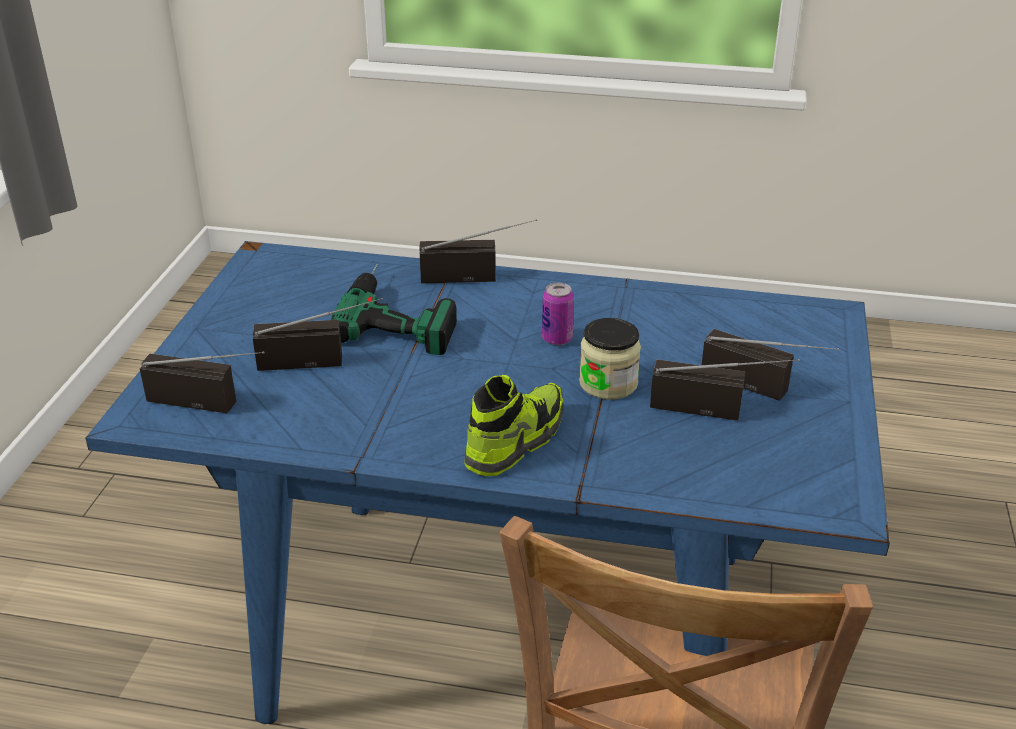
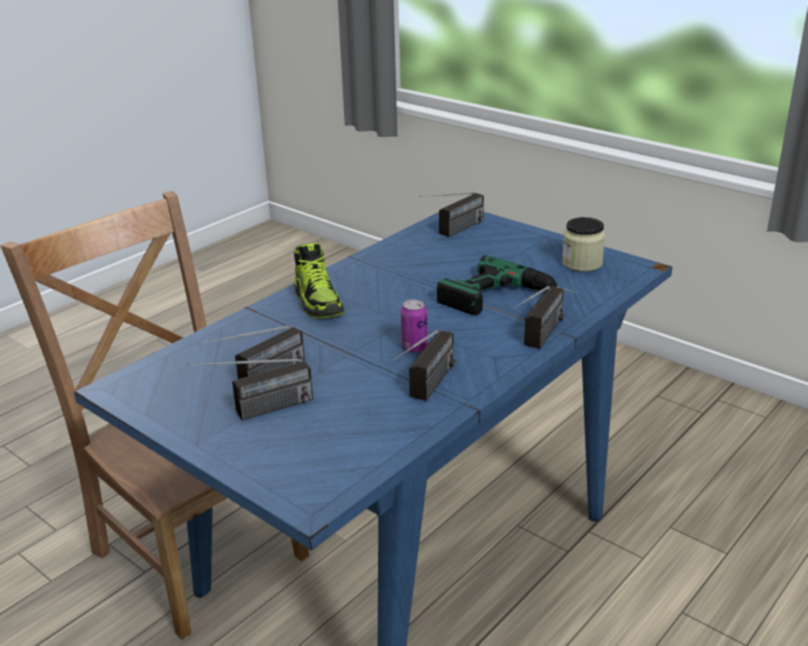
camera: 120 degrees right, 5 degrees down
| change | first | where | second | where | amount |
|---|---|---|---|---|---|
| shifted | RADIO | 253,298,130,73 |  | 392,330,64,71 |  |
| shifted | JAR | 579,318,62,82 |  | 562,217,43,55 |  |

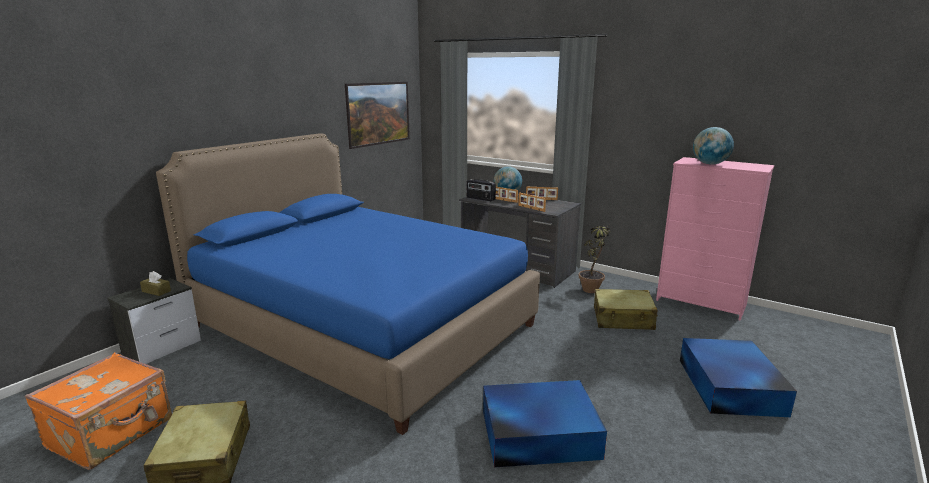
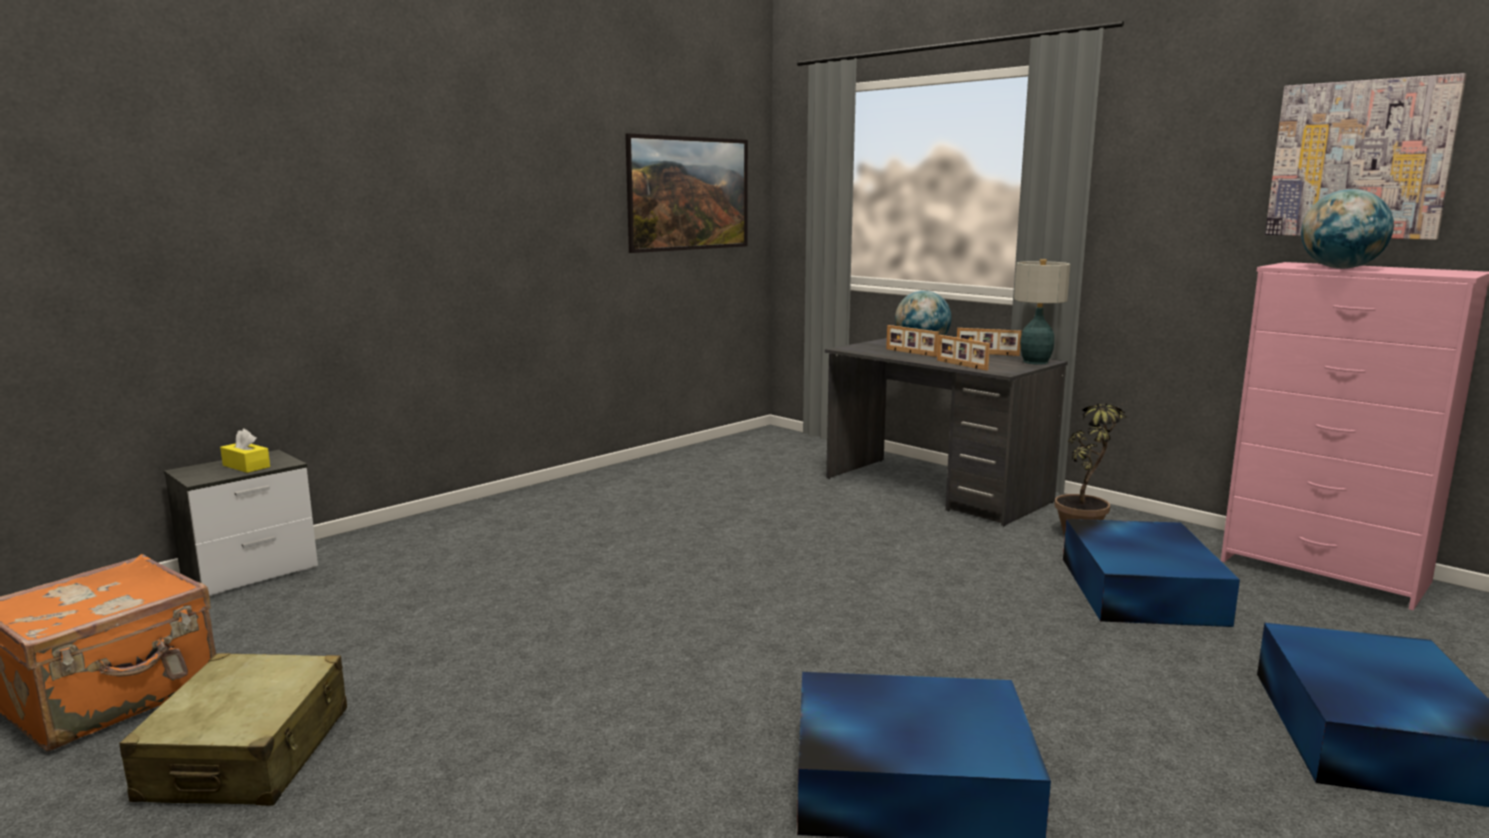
camera: 10 degrees right, 5 degrees down
| change | first | where | second | where | amount |
|---|---|---|---|---|---|
| repainted | BROWN TISSUE BOX | 140,271,31,25 | YELLOW TISSUE BOX | 220,428,50,45 |  |
| new |  |  | TABLE LAMP | 1014,259,56,106 |  |
| swapped | BEIGE SUITCASE | 594,289,64,41 | BLUE STORAGE BOX | 1063,519,177,108 |  |
| new |  |  | PICTURE | 1265,73,201,167 |  |
| gone | BLUE BED | 156,133,384,302 |  |  |  |
| gone | RADIO | 466,179,30,22 |  |  |  |

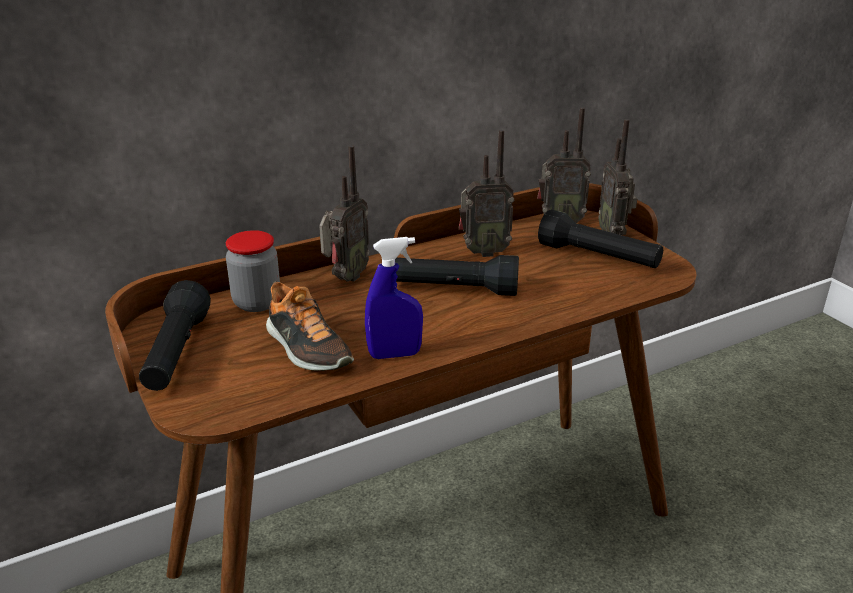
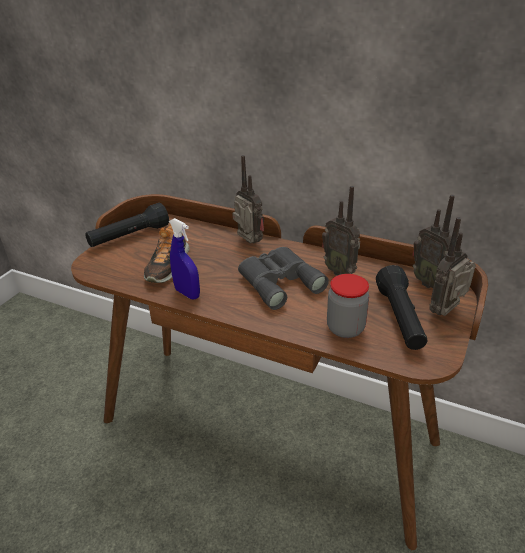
camera: 55 degrees right, 5 degrees up
| change | first | where | second | where | amount |
|---|---|---|---|---|---|
| rotated | RADIO | 319,145,51,137 |  | 232,155,32,89 | 120 degrees counterclockwise |
| swapped | BLACK FLASHLIGHT | 395,255,124,41 | GREY BINOCULARS | 238,247,91,63 |  |
| shifted | JAR | 226,230,54,82 |  | 327,274,42,64 |  |

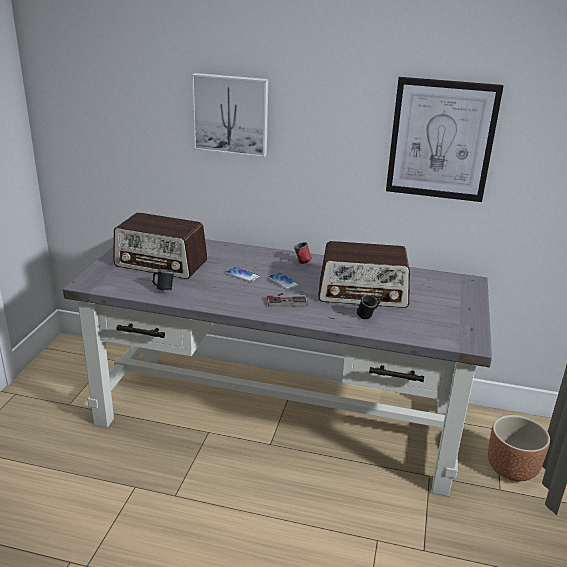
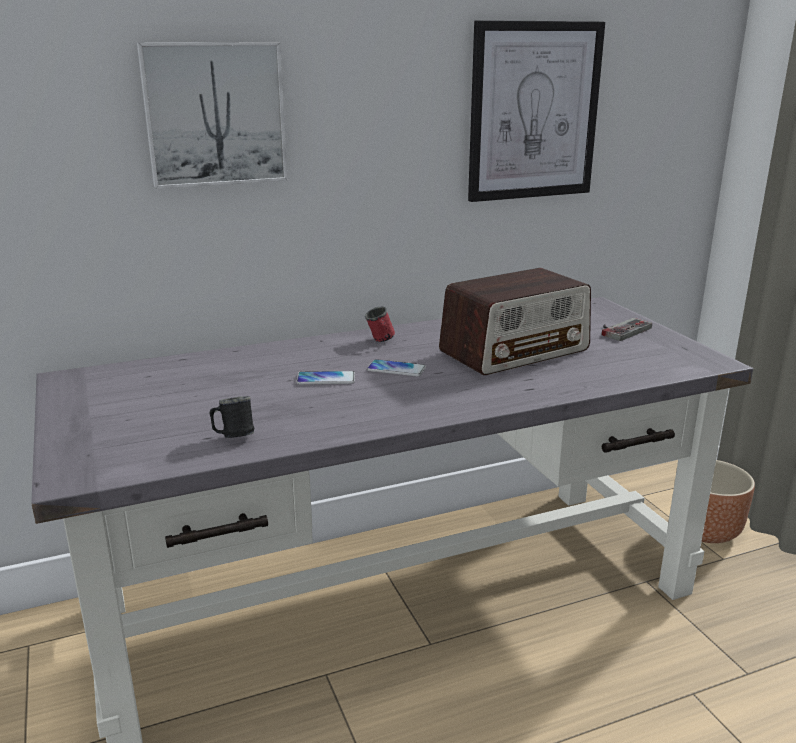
camera: 35 degrees left, 5 degrees down
| change | first | where | second | where | amount |
|---|---|---|---|---|---|
| shifted | GAME CONTROLLER | 267,293,41,14 |  | 602,318,50,23 |  |
| gone | RADIO | 114,212,93,67 |  |  |  |
| gone | BLACK MUG | 357,294,23,25 |  |  |  |

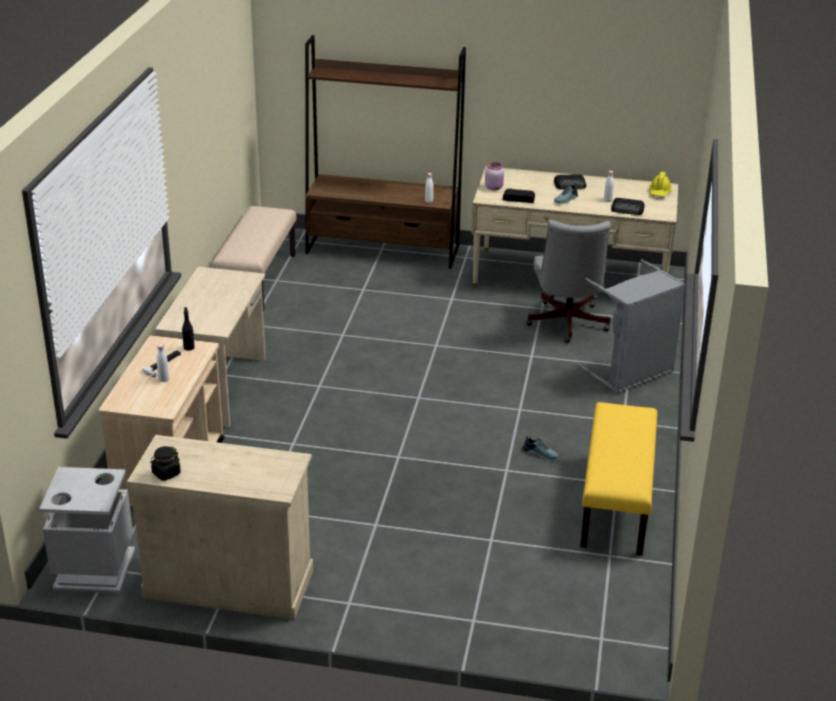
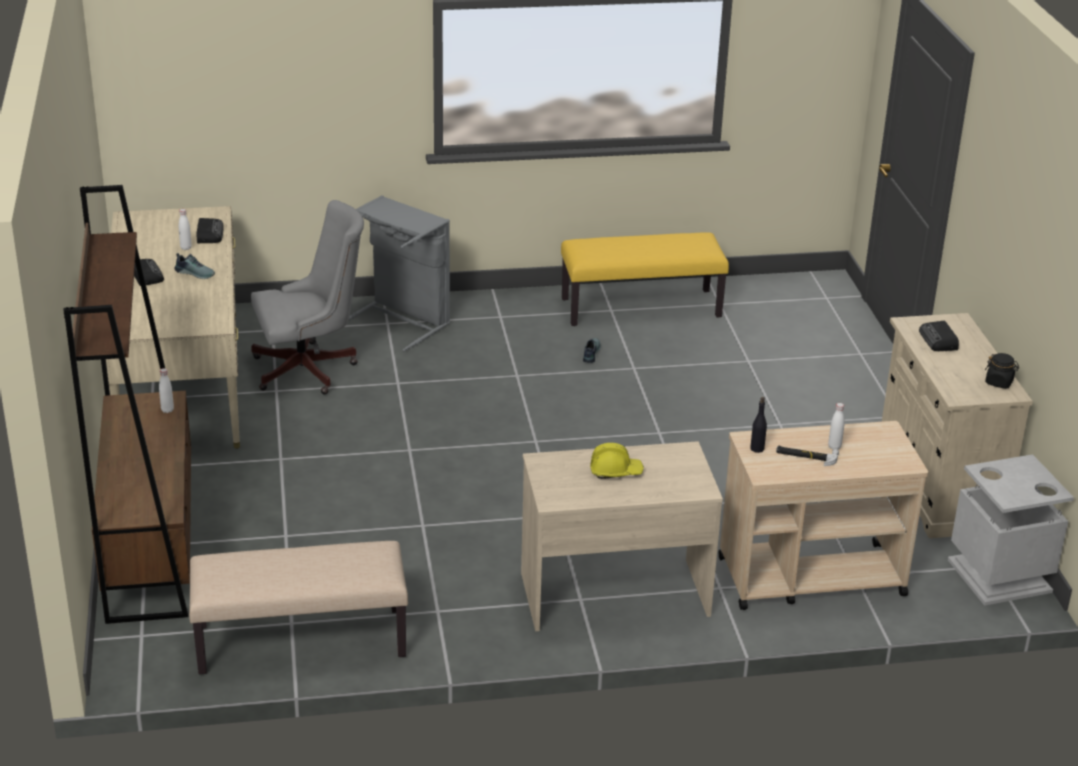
camera: 110 degrees left, 0 degrees up
| change | first | where | second | where | amount |
|---|---|---|---|---|---|
| shifted | YELLOW HARD HAT | 649,172,23,25 |  | 590,443,54,36 |  |
| shifted | RADIO | 503,189,32,14 |  | 919,321,40,30 |  |
| gone | PINK JAR | 485,162,19,28 |  |  |  |

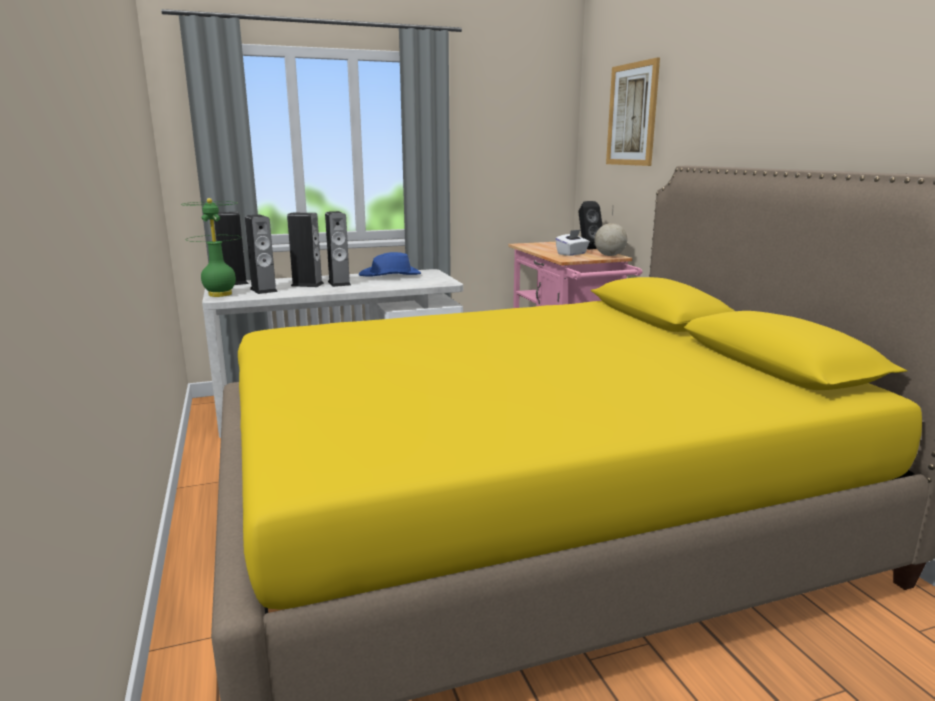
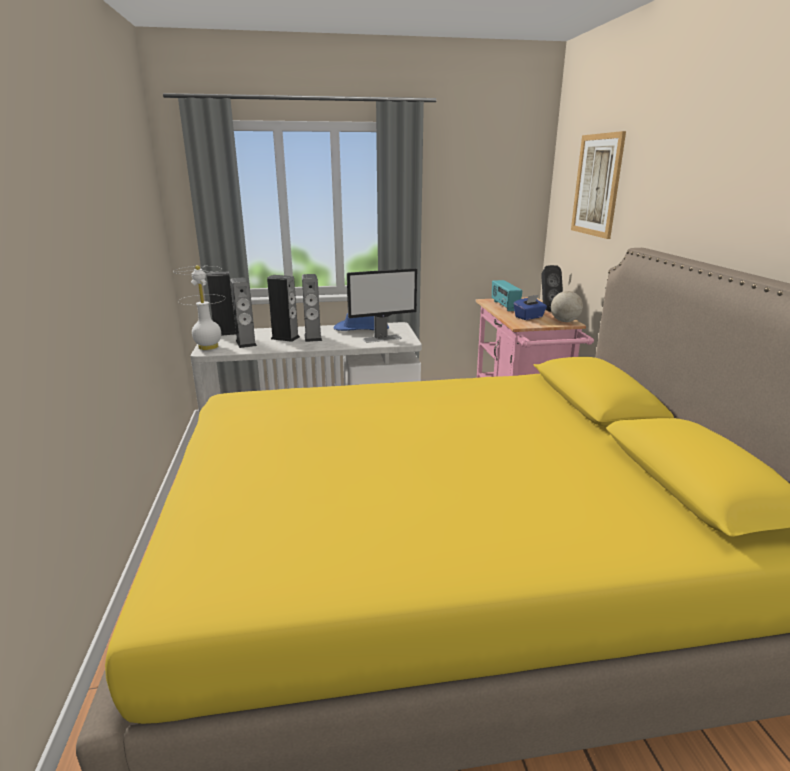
camera: 10 degrees right, 5 degrees up
| change | first | where | second | where | amount |
|---|---|---|---|---|---|
| repainted | GREEN TABLE LAMP | 181,198,60,99 | WHITE TABLE LAMP | 173,265,53,85 |  |
| new |  |  | MONITOR | 347,268,70,75 |  |
| new |  |  | RADIO | 492,280,30,31 |  |
| repainted | WHITE TISSUE BOX | 555,229,35,27 | BLUE TISSUE BOX | 513,295,34,25 |  |

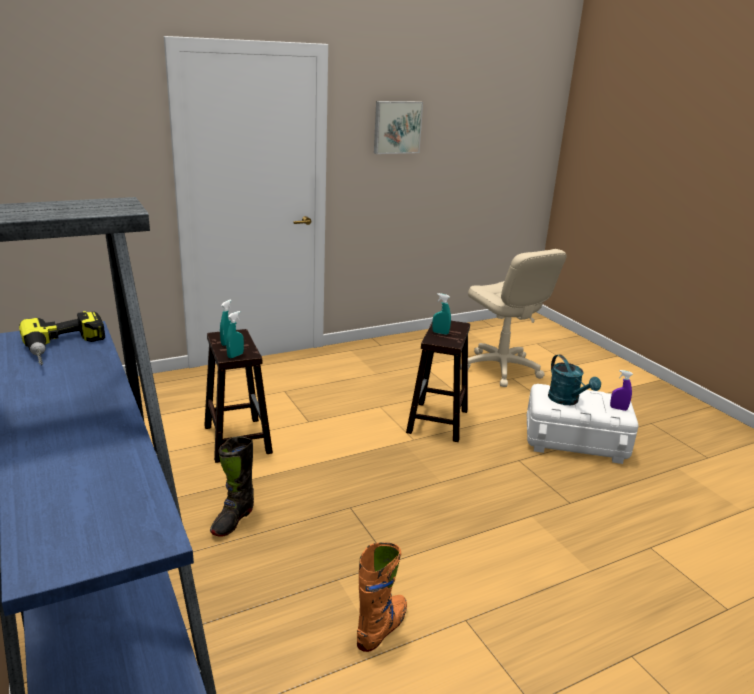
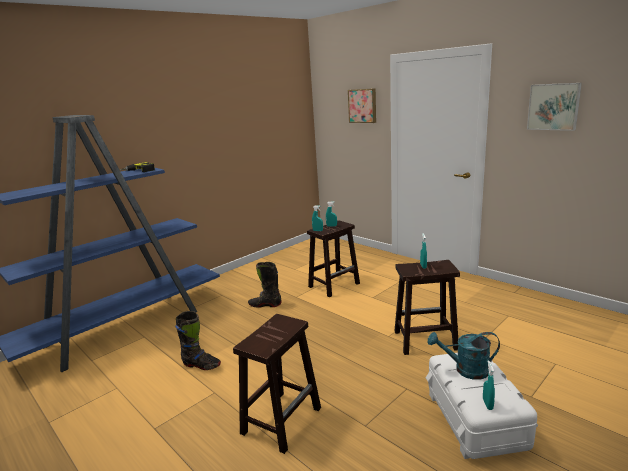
camera: 75 degrees right, 5 degrees down
| change | first | where | second | where | amount |
|---|---|---|---|---|---|
| repainted | ORANGE BOOT | 357,542,50,110 | BLACK BOOT | 175,311,46,59 |  |
| new |  |  | BROWN STOOL | 233,314,88,140 |  |
| new |  |  | PICTURE | 348,88,28,35 |  |
| rotated | TURQUOISE WATERING CAN | 548,354,53,51 |  | 428,332,72,48 | 45 degrees clockwise |
| repainted | PURPLE SPRAY BOTTLE | 610,370,23,41 | TURQUOISE SPRAY BOTTLE | 483,360,12,50 |  |
| gone | BEIGE OFFICE CHAIR | 461,249,106,138 |  |  |  |

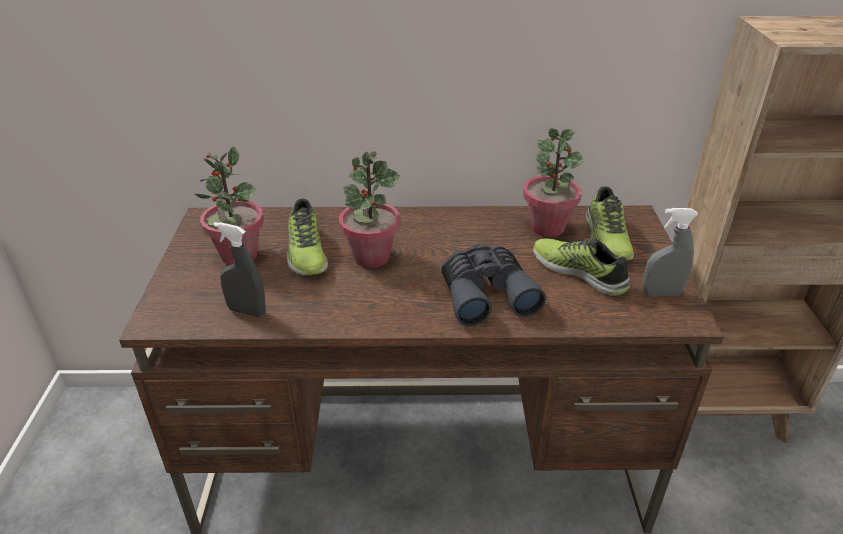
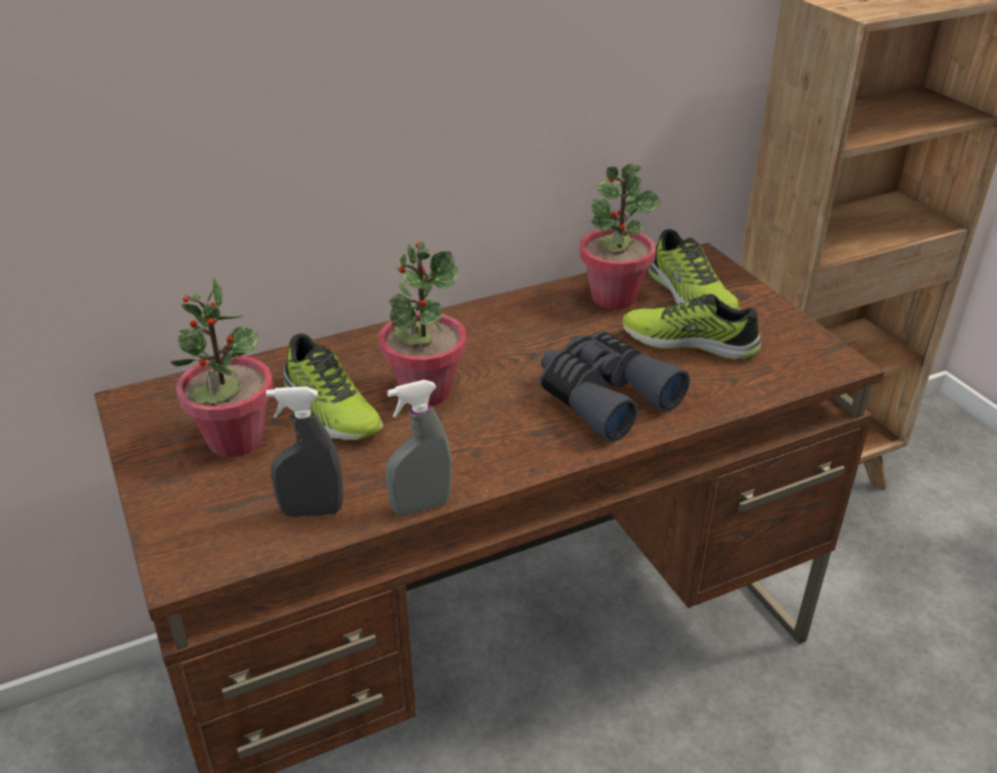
camera: 25 degrees left, 0 degrees up
| change | first | where | second | where | amount |
|---|---|---|---|---|---|
| shifted | GREY SPRAY BOTTLE | 642,208,56,88 |  | 386,380,66,136 |  |

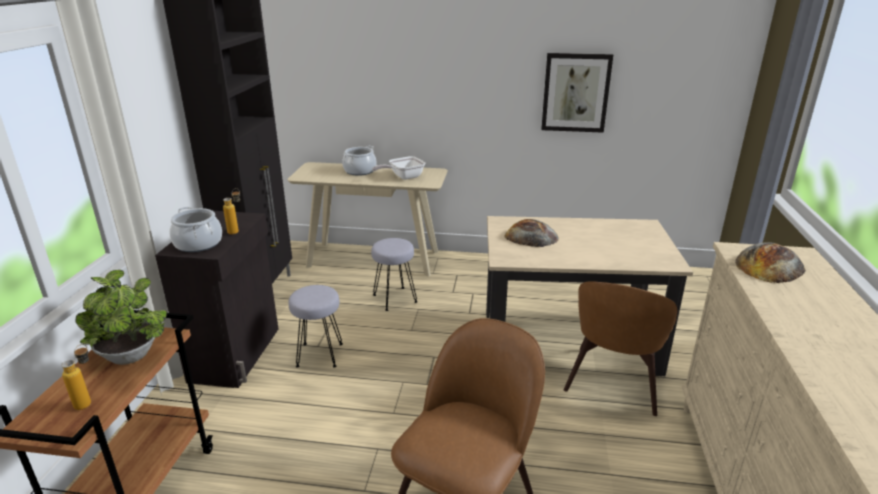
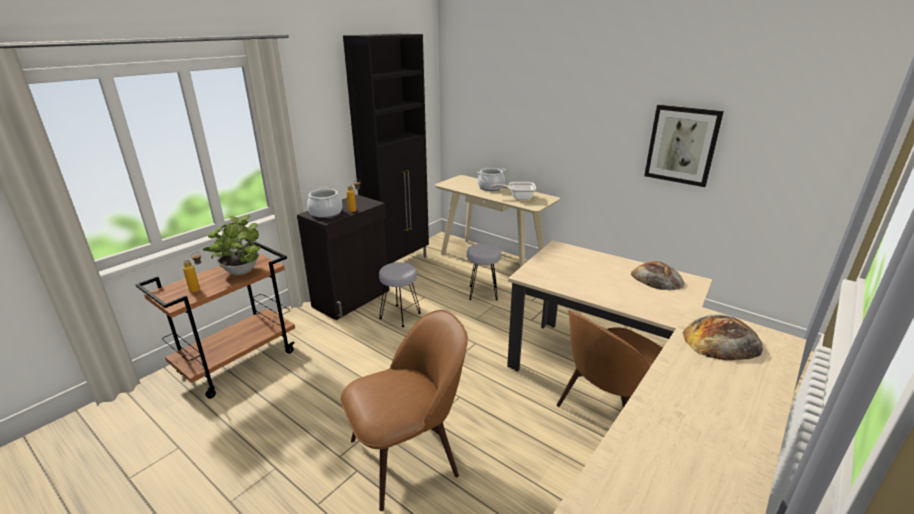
camera: 30 degrees right, 0 degrees up
| change | first | where | second | where | amount |
|---|---|---|---|---|---|
| shifted | BREAD | 505,219,54,28 |  | 631,261,54,29 |  |

